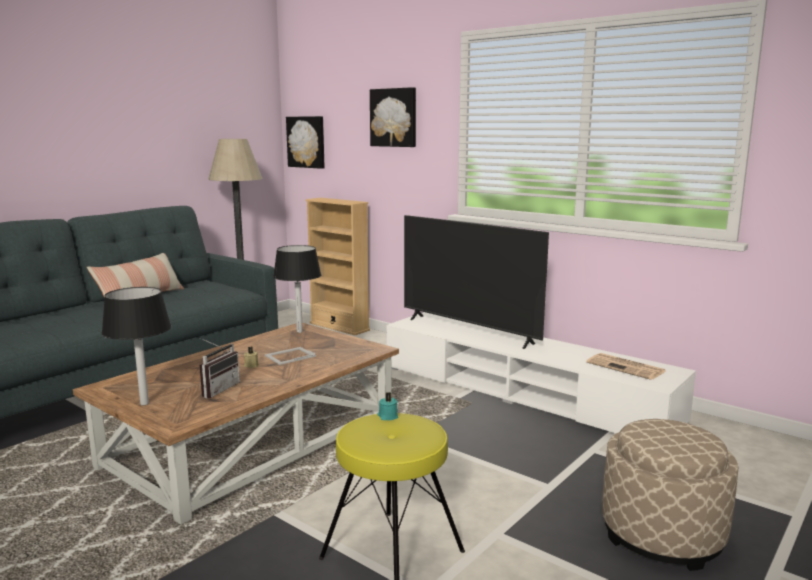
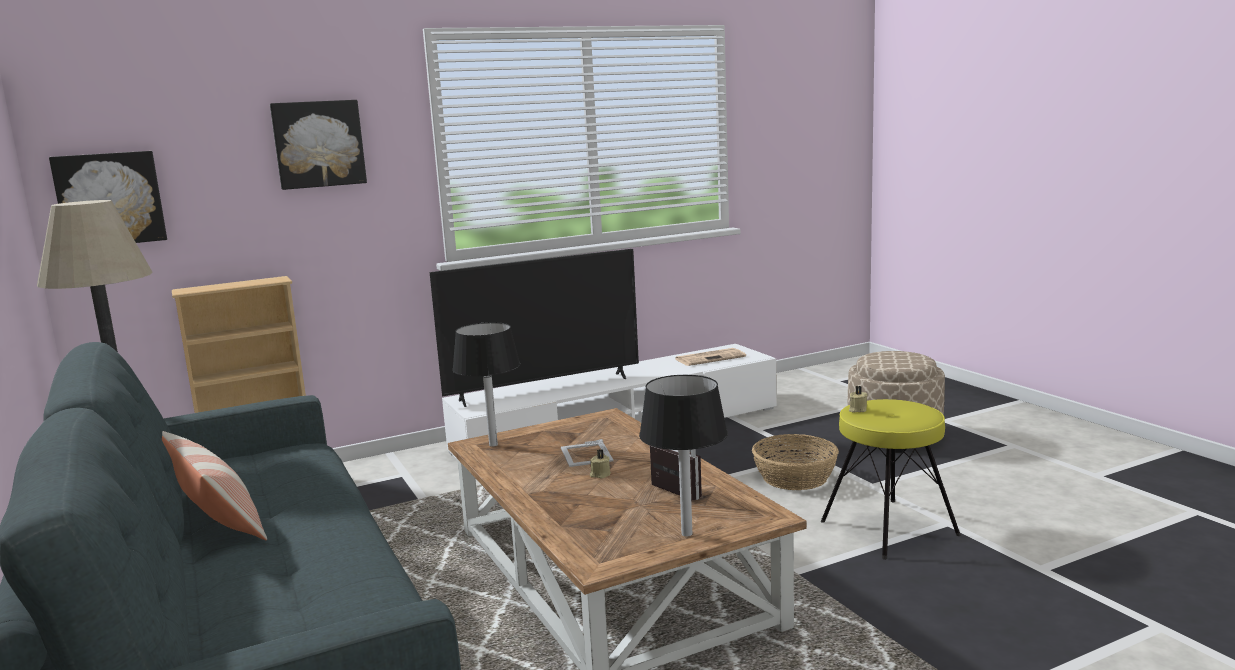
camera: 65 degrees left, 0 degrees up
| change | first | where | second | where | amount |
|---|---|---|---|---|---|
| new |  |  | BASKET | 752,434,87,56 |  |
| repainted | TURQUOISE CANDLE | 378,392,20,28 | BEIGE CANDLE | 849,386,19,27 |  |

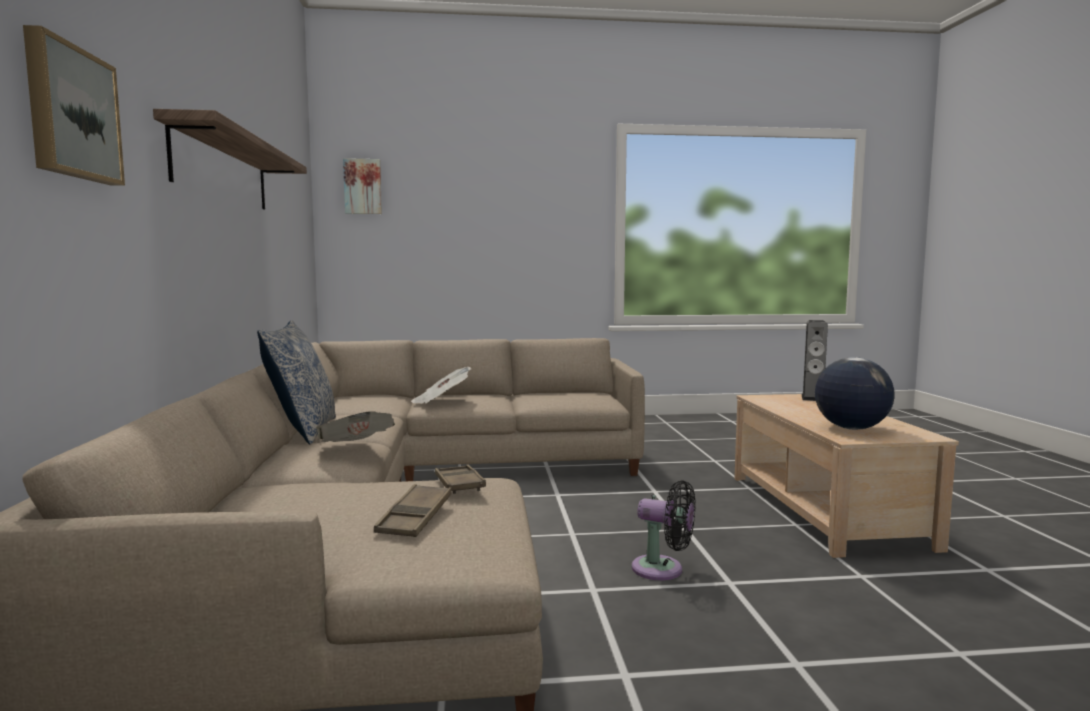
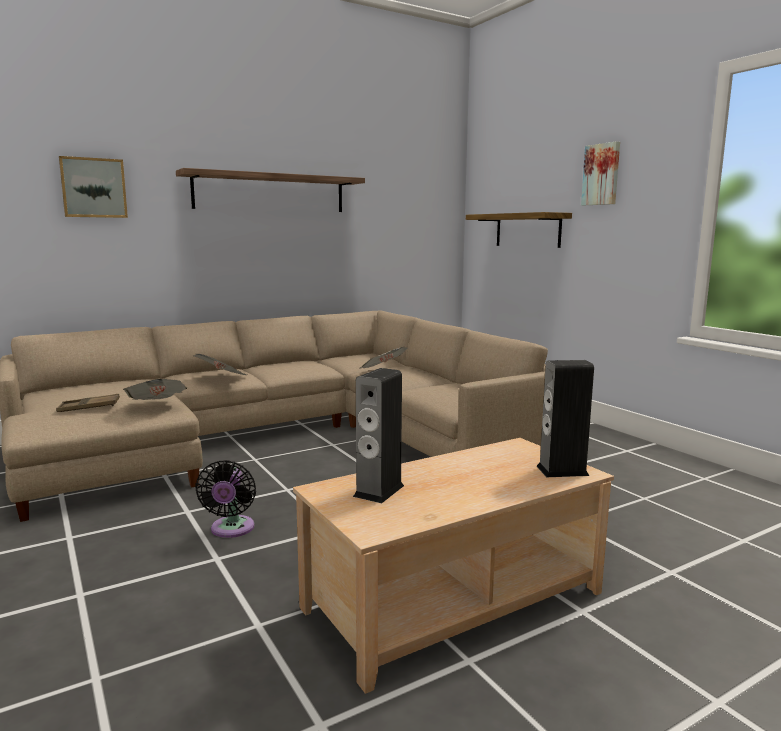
camera: 65 degrees right, 5 degrees up
| change | first | where | second | where | amount |
|---|---|---|---|---|---|
| swapped | BROWN TRAY | 435,465,51,29 | NEWSPAPER | 123,379,64,21 |  |
| swapped | GLOBE | 815,357,80,73 | SPEAKER | 353,368,51,135 |  |
| new |  |  | SHELF | 466,212,106,36 |  |
| shifted | PICTURE | 343,158,39,56 |  | 581,141,39,64 |  |
| gone | PILLOW | 257,320,79,124 |  |  |  |

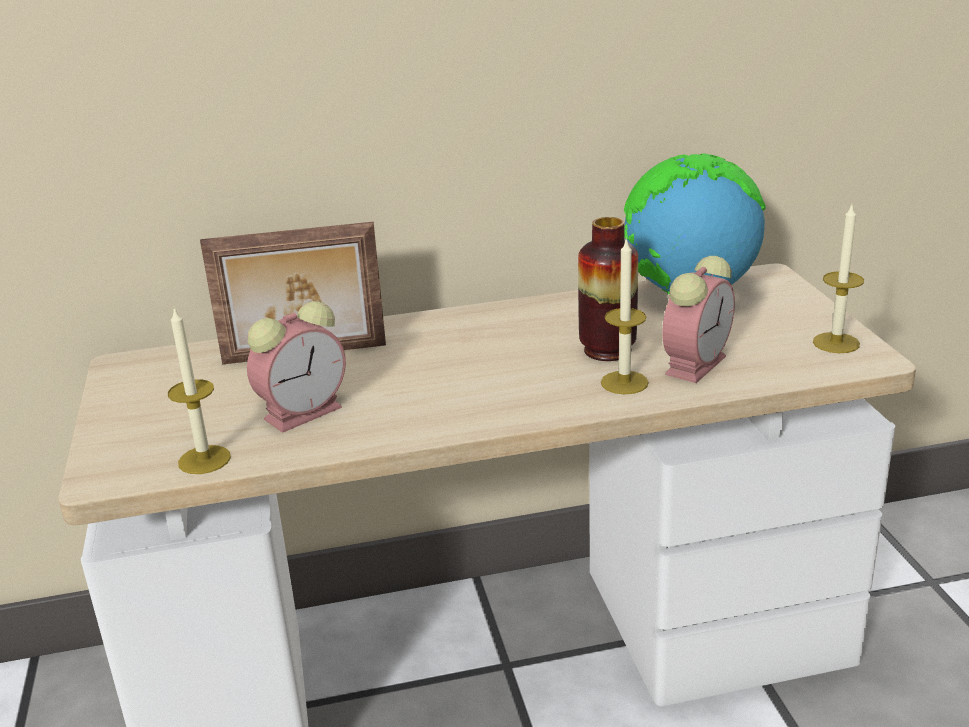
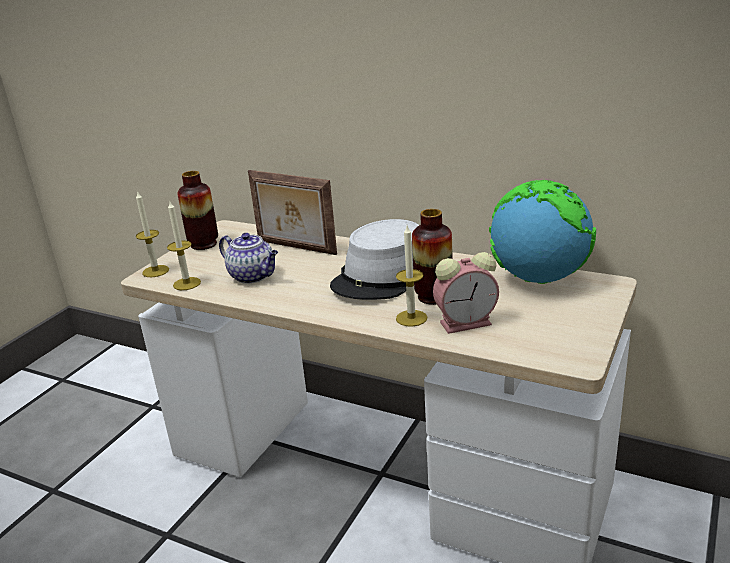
camera: 40 degrees right, 0 degrees up
| change | first | where | second | where | amount |
|---|---|---|---|---|---|
| shifted | CANDLE | 813,205,51,148 |  | 136,191,33,86 |  |
| new |  |  | VASE | 177,171,41,79 |  |
| swapped | ALARM CLOCK | 247,301,99,132 | TEAPOT | 219,233,59,51 |  |
| new |  |  | GREY HAT | 330,219,89,81 |  |

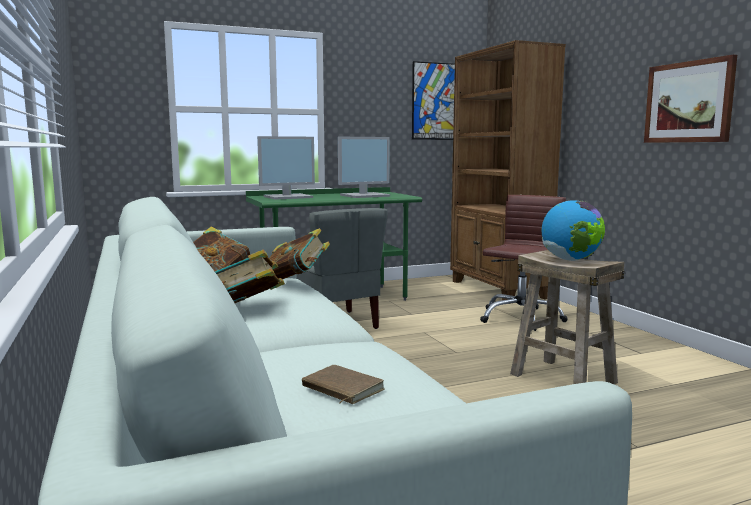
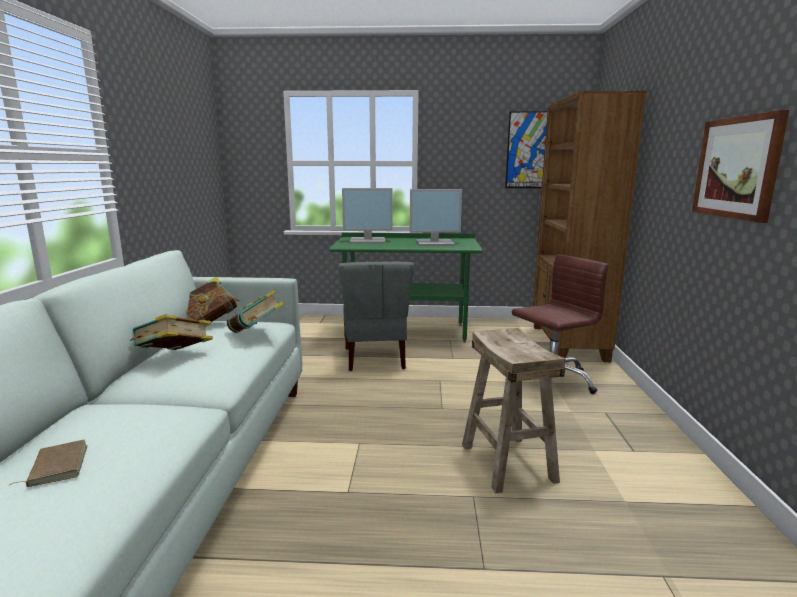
camera: 25 degrees right, 5 degrees up
| change | first | where | second | where | amount |
|---|---|---|---|---|---|
| gone | GLOBE | 542,200,63,61 |  |  |  |

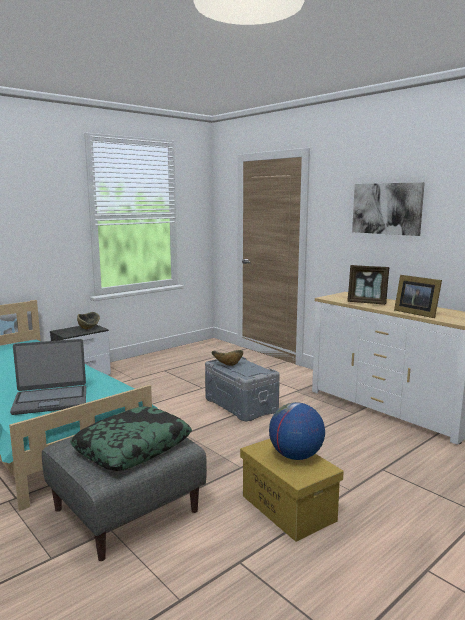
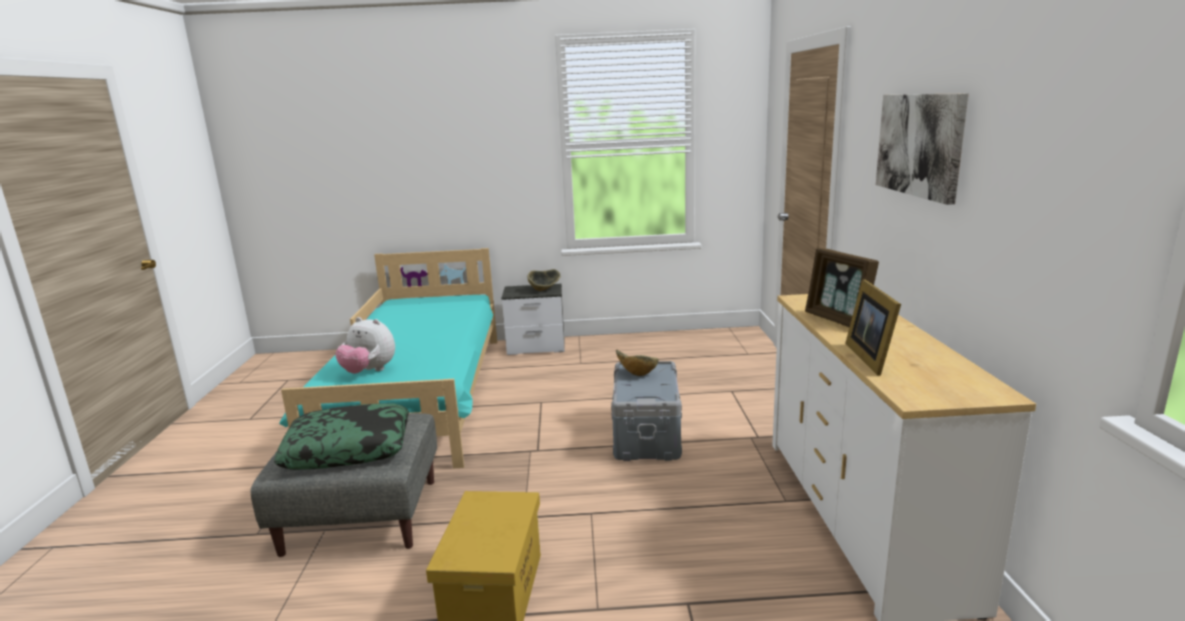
camera: 40 degrees right, 5 degrees up
| change | first | where | second | where | amount |
|---|---|---|---|---|---|
| swapped | LAPTOP | 10,339,76,76 | PLUSH TOY | 335,317,60,57 |  |
| gone | GLOBE | 269,402,56,58 |  |  |  |

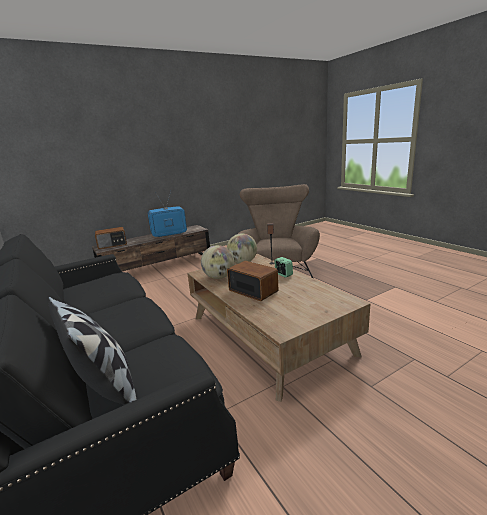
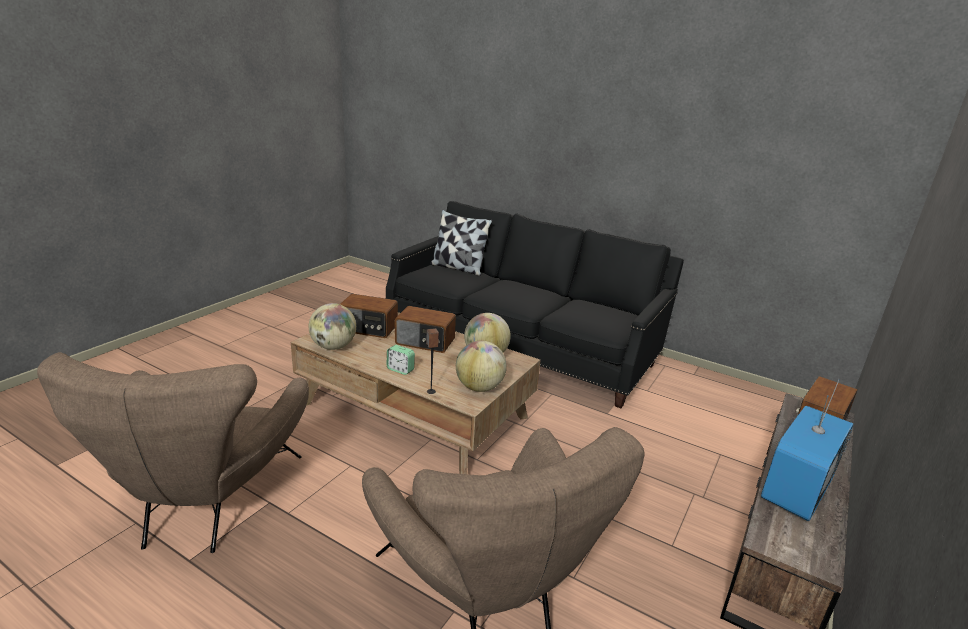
camera: 150 degrees right, 5 degrees up
| change | first | where | second | where | amount |
|---|---|---|---|---|---|
| new |  |  | BROWN ARMCHAIR | 37,352,272,201 |  |
| new |  |  | GLOBE | 309,303,47,47 |  |
| new |  |  | RADIO | 340,294,58,44 |  |

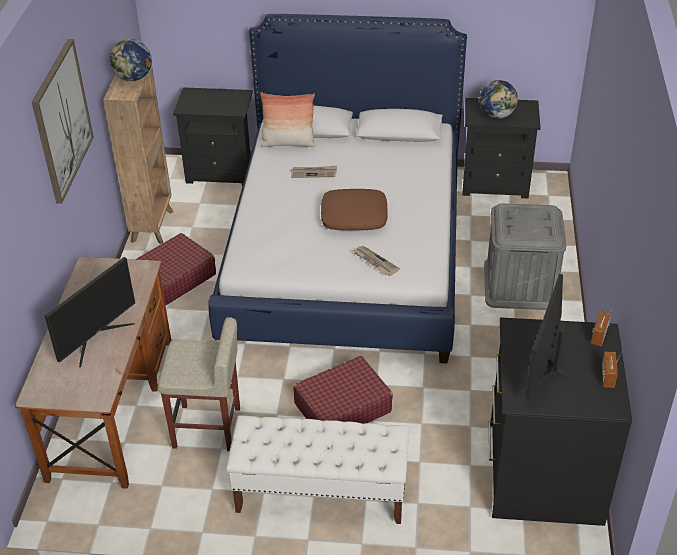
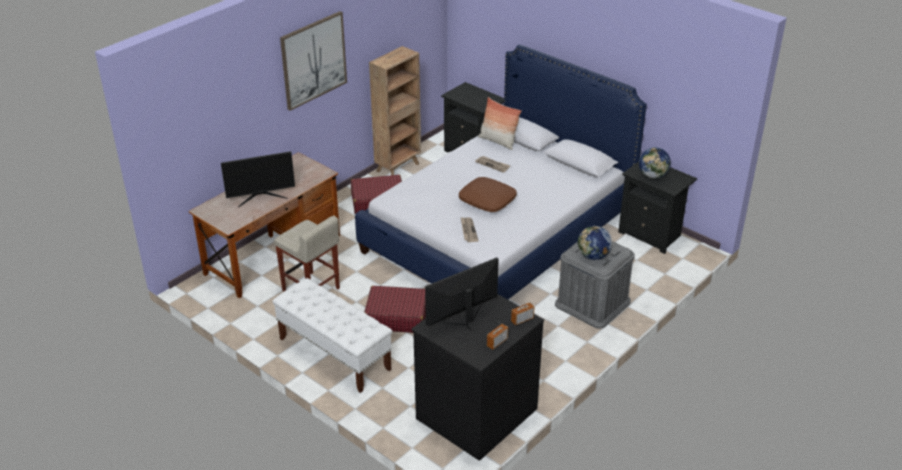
camera: 35 degrees right, 5 degrees down
| change | first | where | second | where | amount |
|---|---|---|---|---|---|
| shifted | GLOBE | 110,39,42,42 |  | 577,226,35,34 |  |

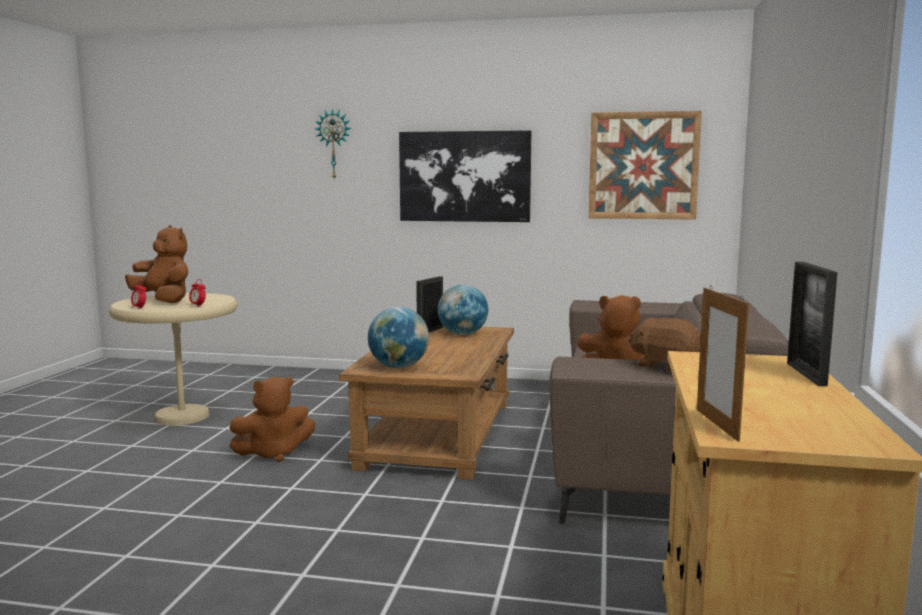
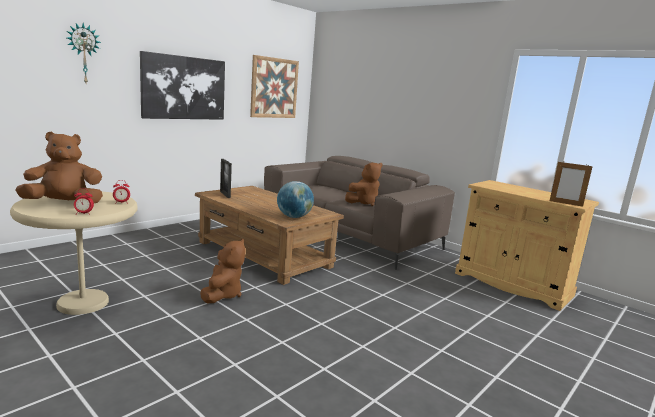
camera: 60 degrees left, 5 degrees up
| change | first | where | second | where | amount |
|---|---|---|---|---|---|
| gone | GLOBE | 438,284,50,51 |  |  |  |
| gone | BROWN PLUSH TOY | 629,318,72,53 |  |  |  |
| gone | PICTURE FRAME | 787,262,51,124 |  |  |  |

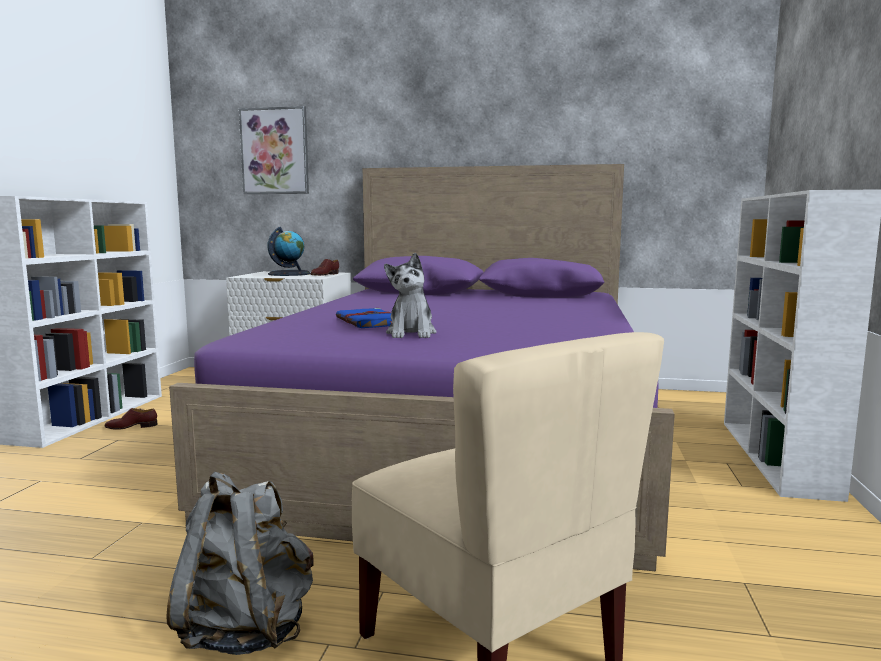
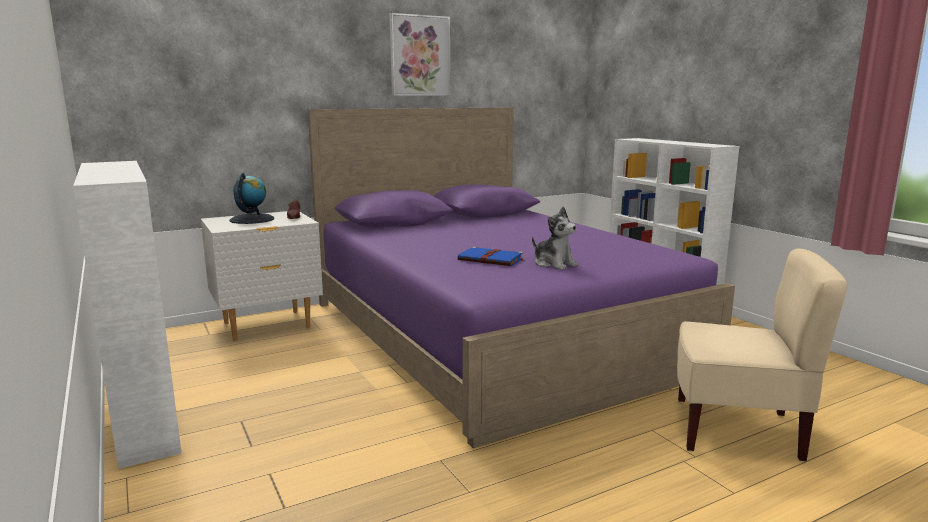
camera: 40 degrees left, 5 degrees up
| change | first | where | second | where | amount |
|---|---|---|---|---|---|
| shifted | PICTURE | 239,106,70,88 |  | 389,13,62,83 |  |
| gone | BROWN SHOE | 104,408,53,22 |  |  |  |
| gone | GREY BACKPACK | 166,472,148,183 |  |  |  |

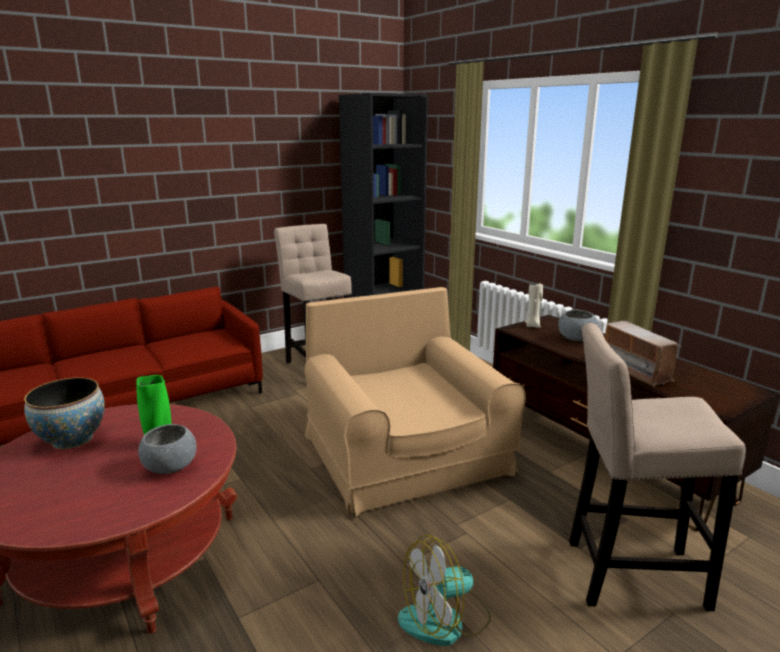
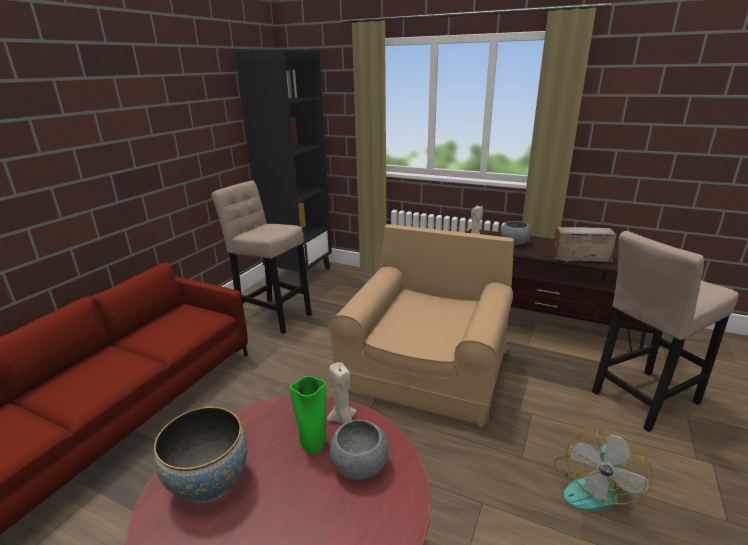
camera: 30 degrees left, 5 degrees up
| change | first | where | second | where | amount |
|---|---|---|---|---|---|
| new |  |  | BEIGE CANDLE | 327,362,30,62 |  |
| rotated | BROWN ARMCHAIR | 305,287,221,229 |  | 328,224,186,204 | 75 degrees clockwise |
| rotated | RADIO | 604,321,74,66 |  | 550,227,66,36 | 150 degrees clockwise |

